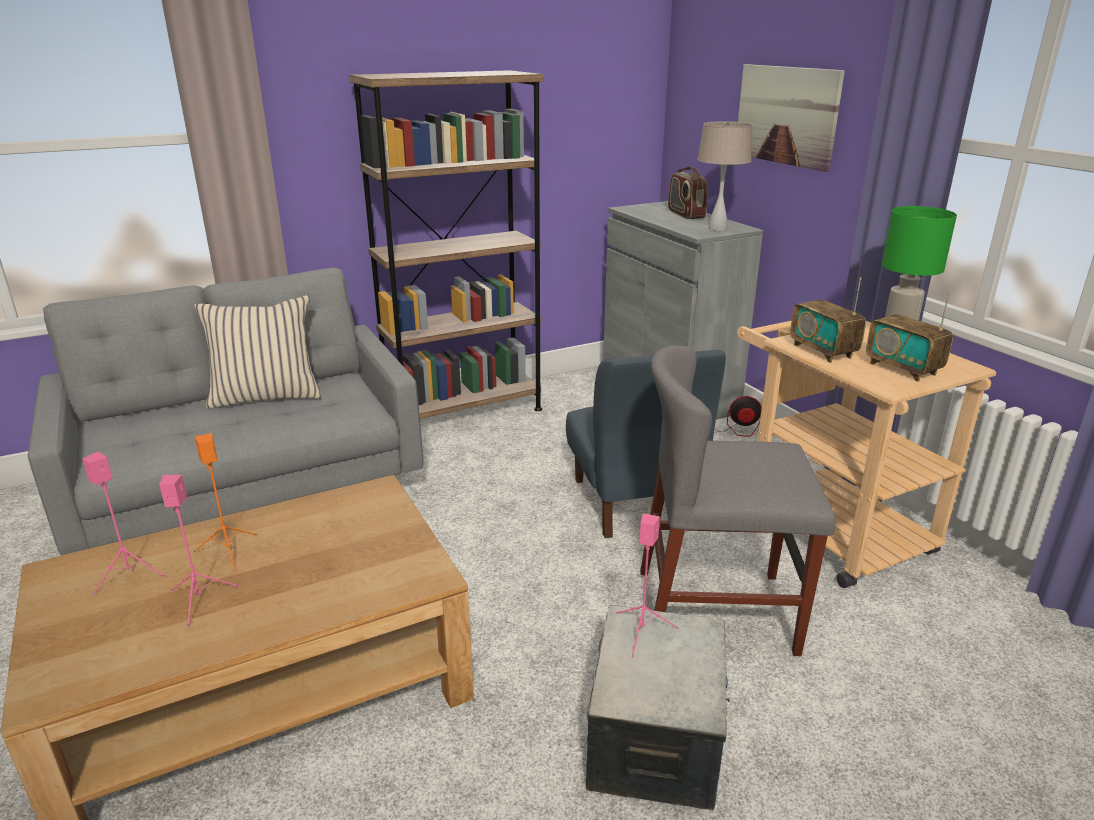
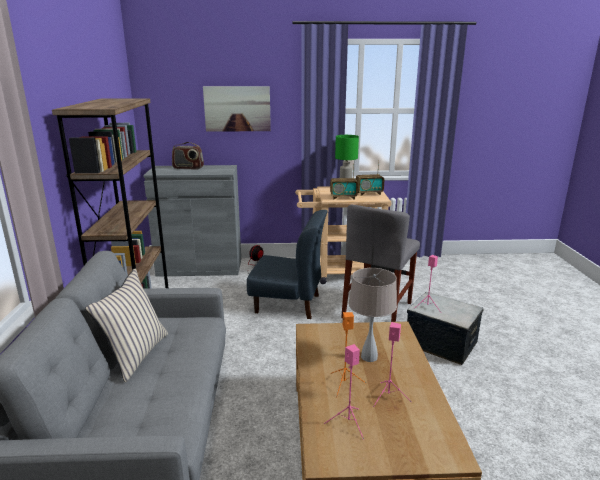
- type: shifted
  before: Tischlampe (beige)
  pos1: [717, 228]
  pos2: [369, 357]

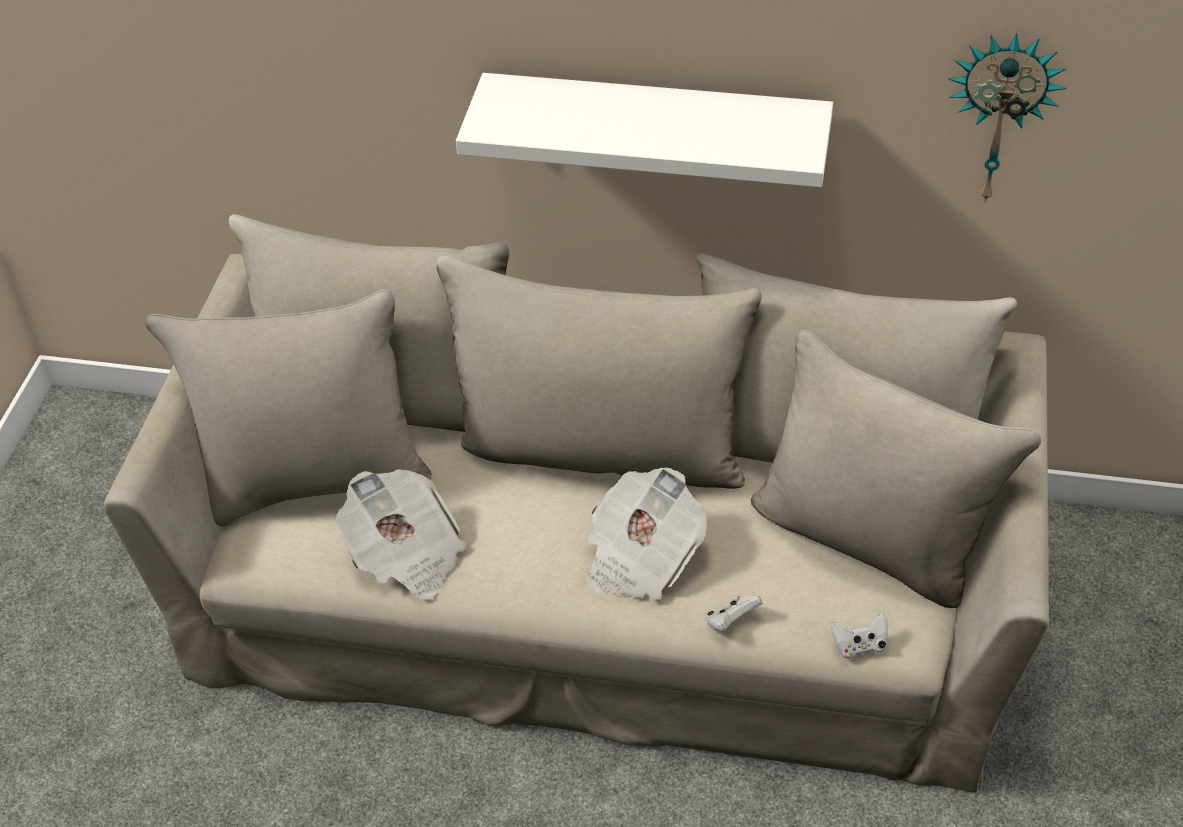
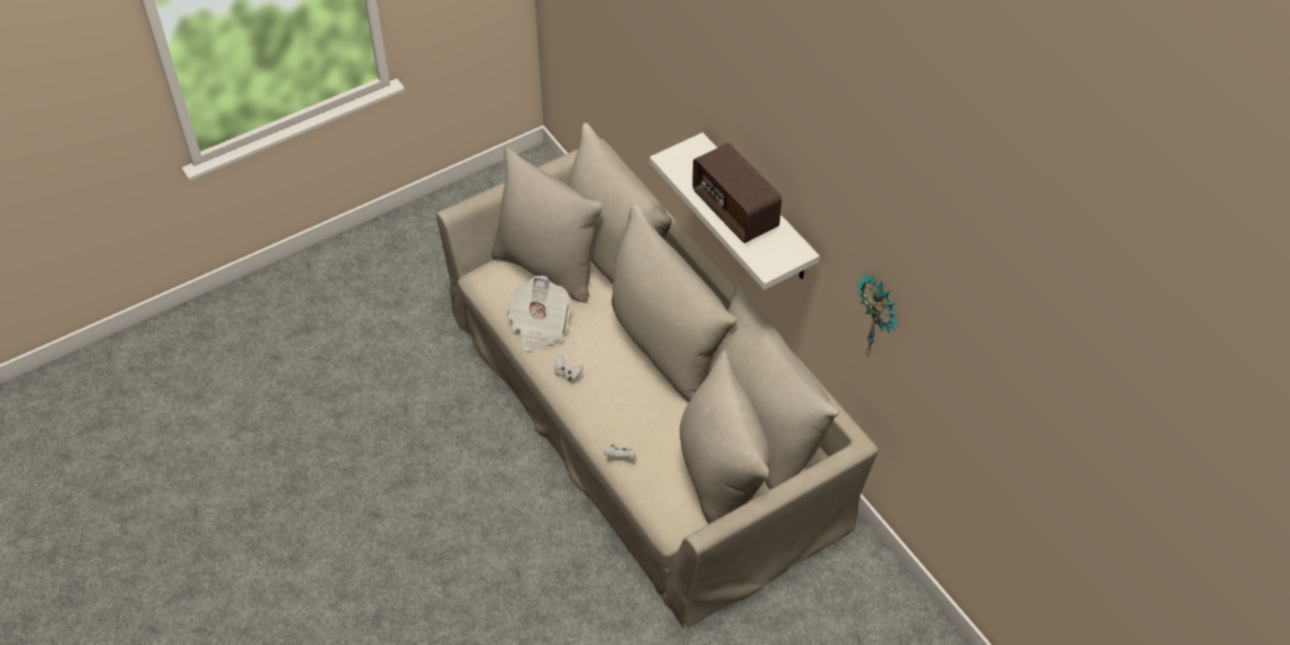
- type: gone
  before: Zeitung
  pos1: [640, 557]
- type: shifted
  before: Gamepad (weiß)
  pos1: [859, 646]
  pos2: [567, 375]
- type: new
  after: Radio
  pos2: [735, 210]

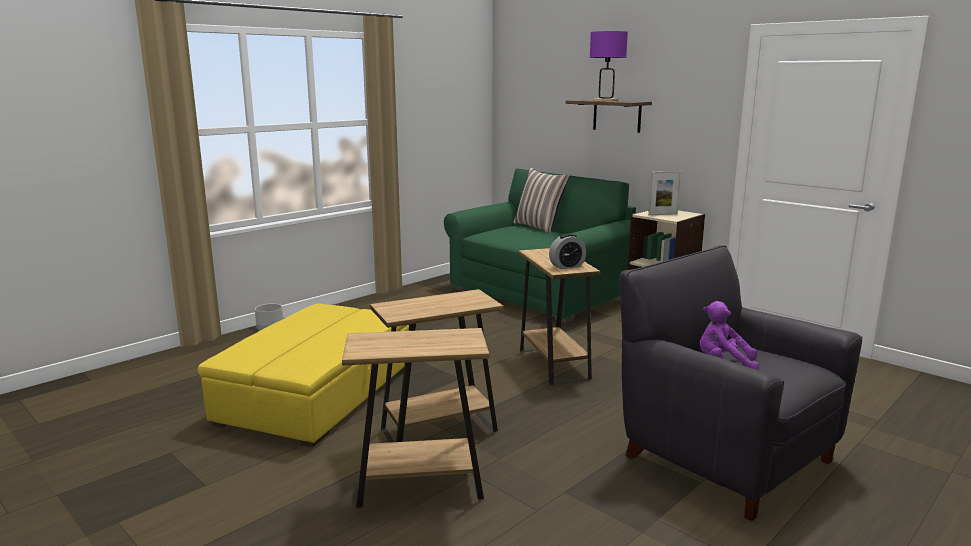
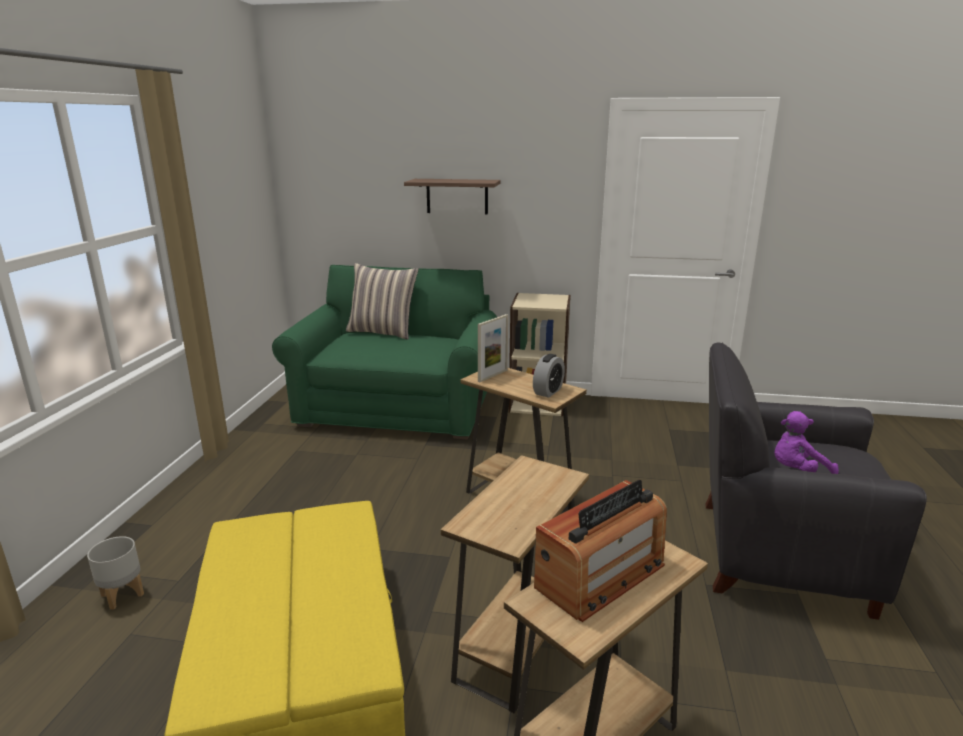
- type: gone
  before: Tischlampe (lila)
  pos1: [605, 100]
- type: shifted
  before: Bilderrahmen
  pos1: [662, 214]
  pos2: [492, 376]
- type: new
  after: Radio
  pos2: [601, 575]

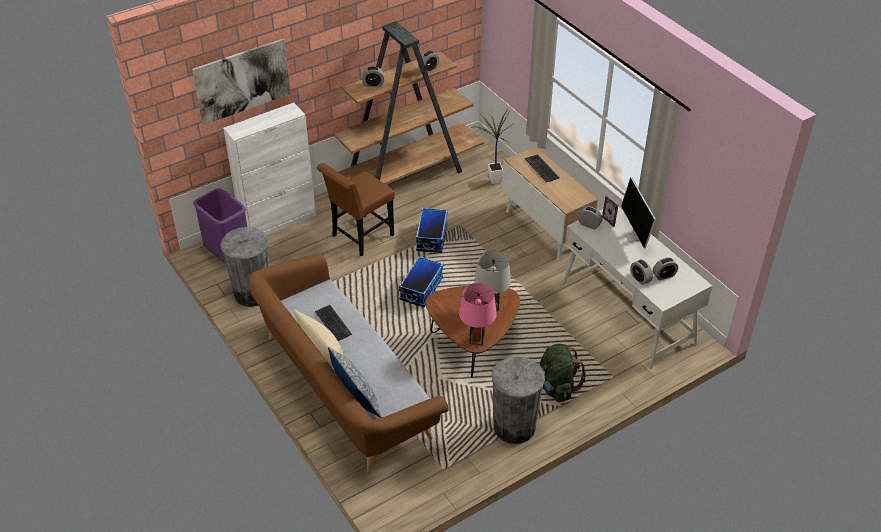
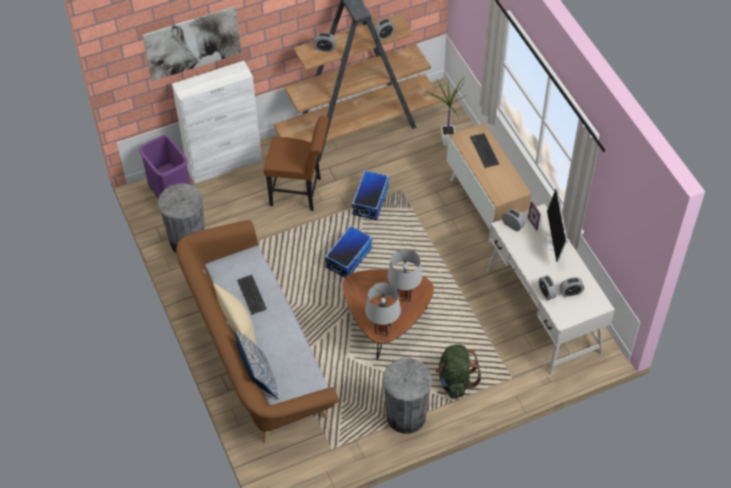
- type: rotated
  before: Stuhl (braun)
  pos1: [359, 237]
  pos2: [300, 192]
  turn: -135
- type: repainted
  before: Tischlampe (rosa)
  after: Tischlampe (grau)
  pos1: [476, 339]
  pos2: [382, 329]

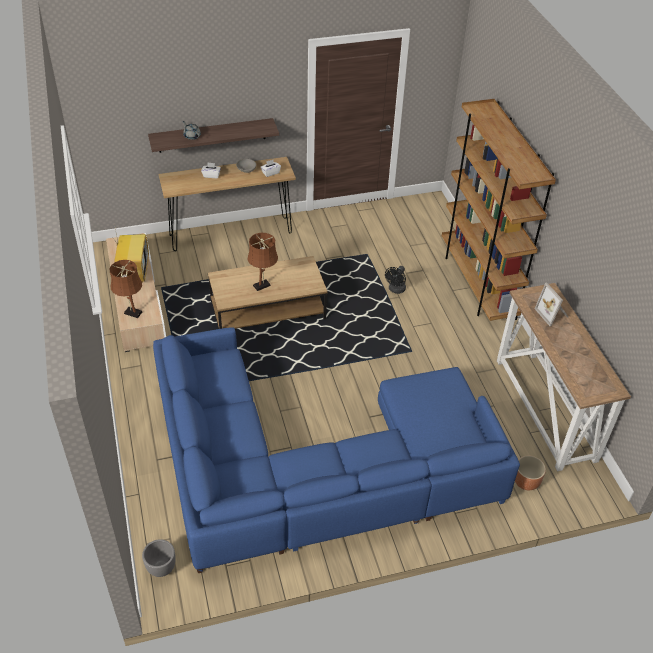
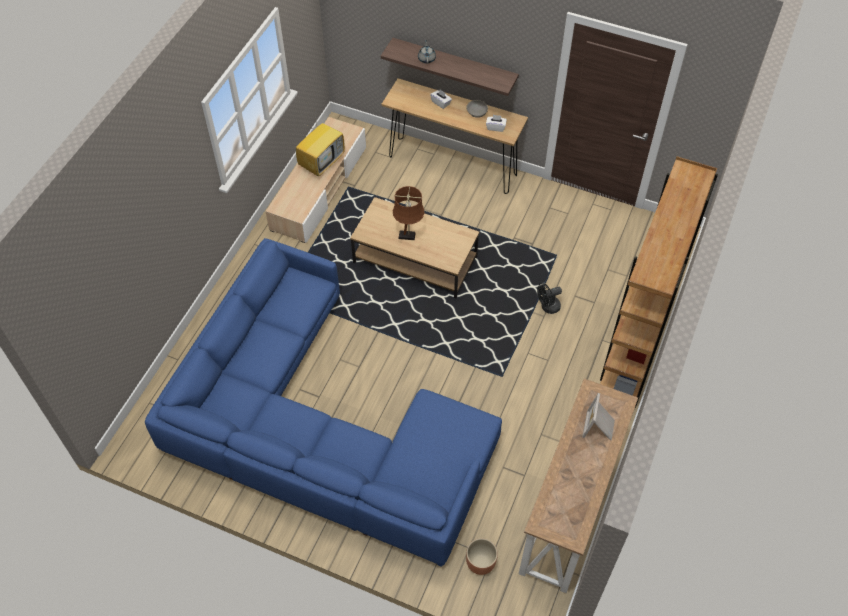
- type: gone
  before: Tischlampe (braun)
  pos1: [131, 312]
- type: gone
  before: Pflanzkübel (grau)
  pos1: [161, 568]

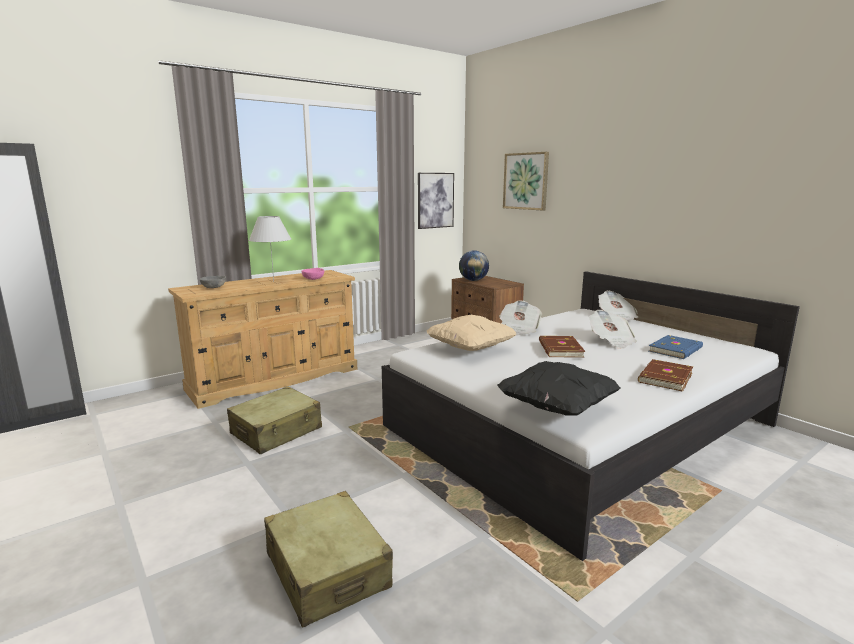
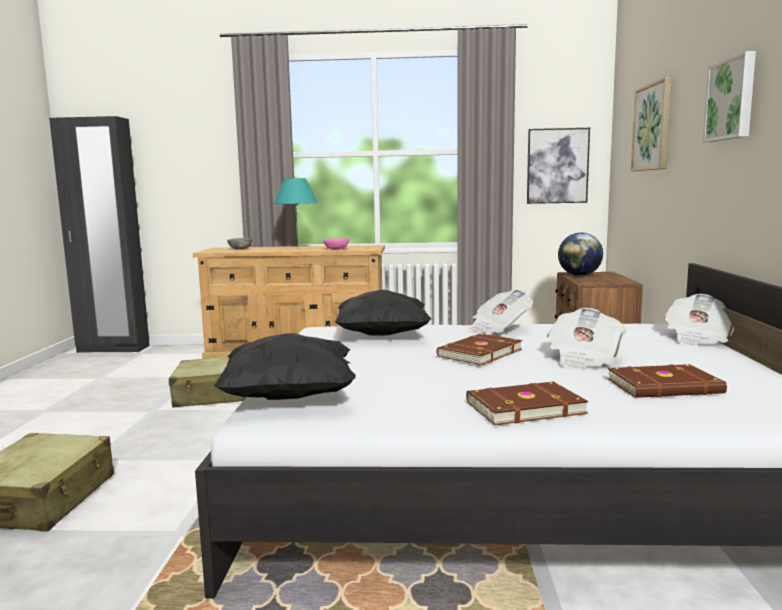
- type: repainted
  before: Tischlampe (weiß)
  after: Tischlampe (türkis)
  pos1: [273, 281]
  pos2: [297, 249]
- type: repainted
  before: Kissen (beige)
  after: Kissen (schwarz)
  pos1: [470, 349]
  pos2: [382, 335]
- type: repainted
  before: Buch (blau)
  after: Buch (braun)
  pos1: [676, 350]
  pos2: [665, 387]
- type: new
  after: Bild
  pos2: [732, 99]

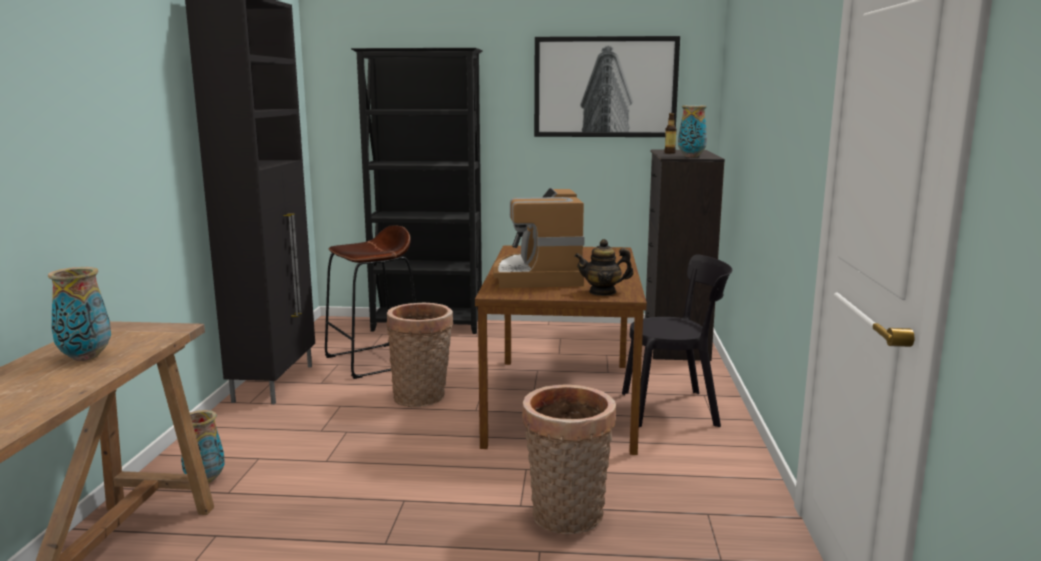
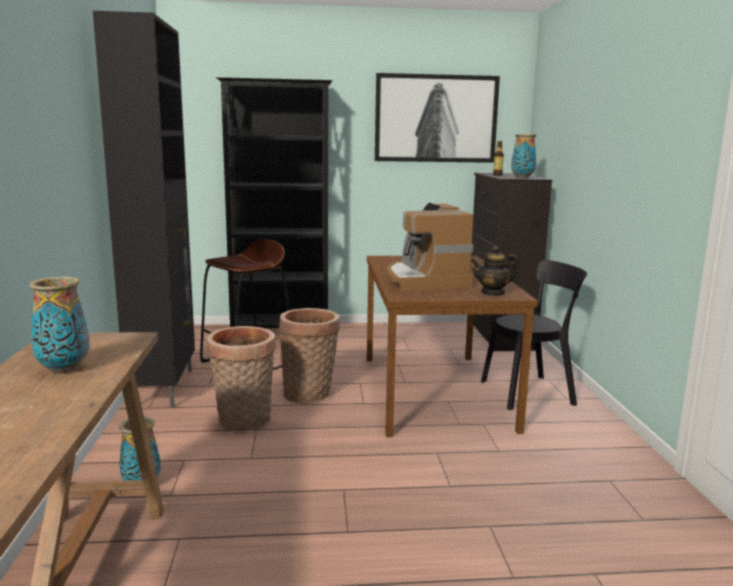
- type: shifted
  before: Korb
  pos1: [567, 518]
  pos2: [244, 422]

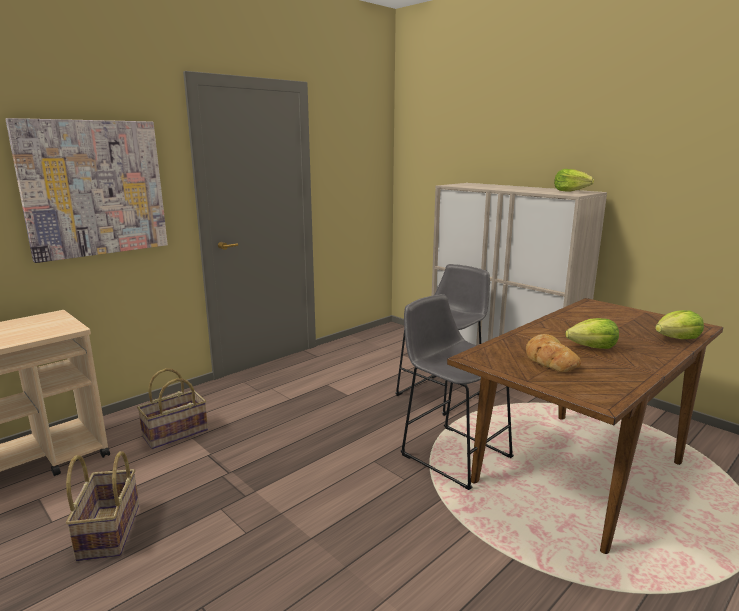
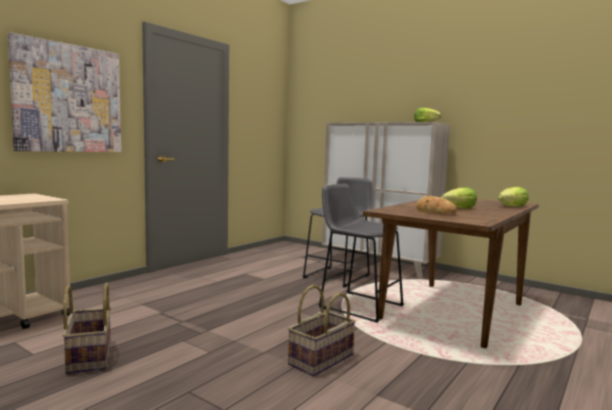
- type: shifted
  before: Korb
  pos1: [175, 434]
  pos2: [322, 360]

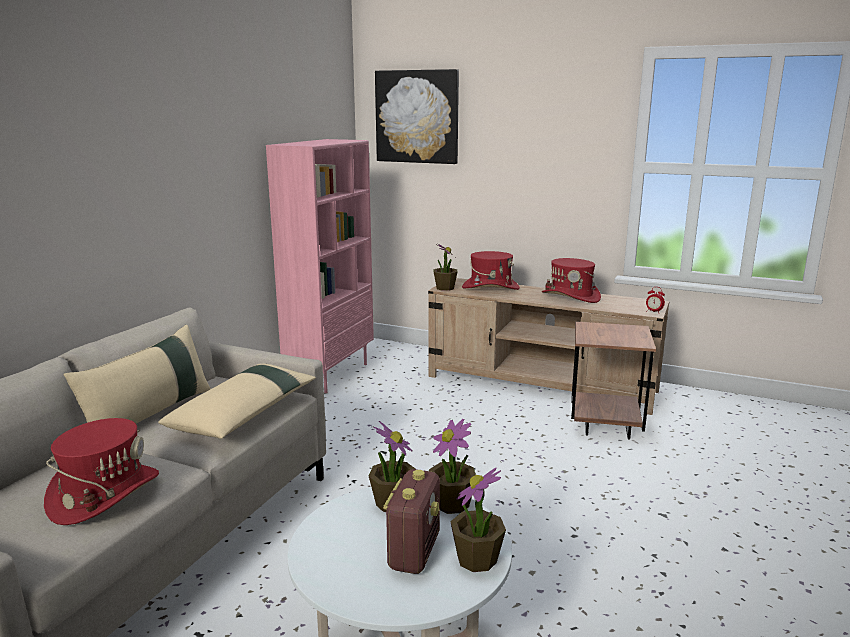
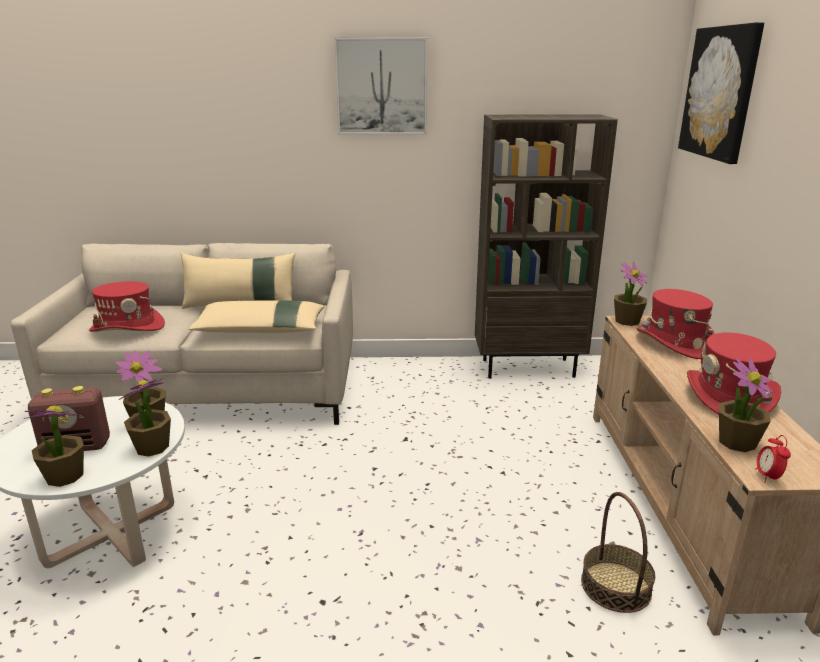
- type: repainted
  before: Bücherregal (rosa)
  after: Bücherregal (braun)
  pos1: [330, 374]
  pos2: [528, 368]
- type: swapped
  before: Beistelltisch (braun)
  after: Korb
  pos1: [605, 426]
  pos2: [616, 586]
- type: new
  after: Bild
  pos2: [381, 87]
- type: new
  after: Topfpflanze
  pos2: [736, 442]

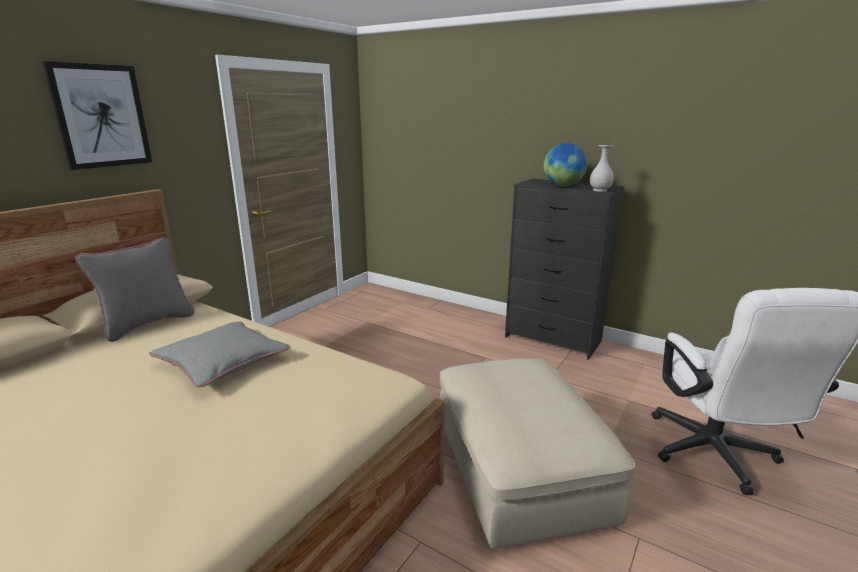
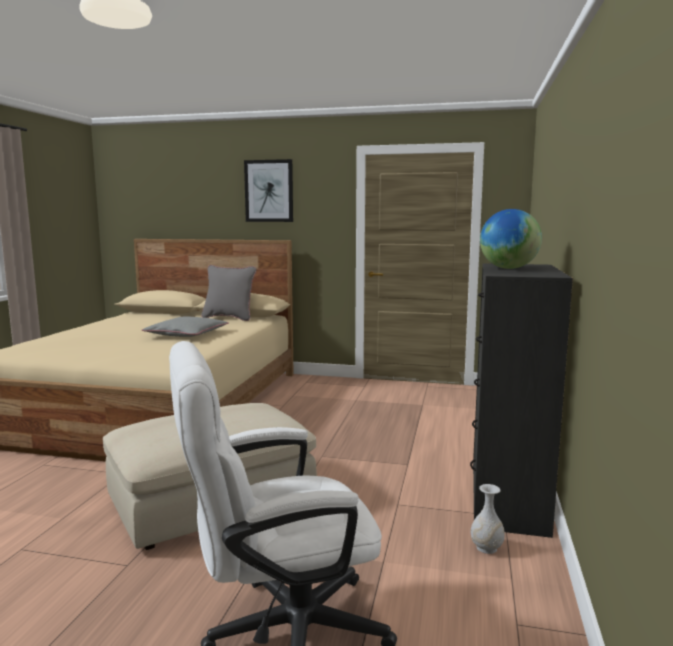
- type: shifted
  before: Vase (weiß)
  pos1: [600, 190]
  pos2: [487, 548]

